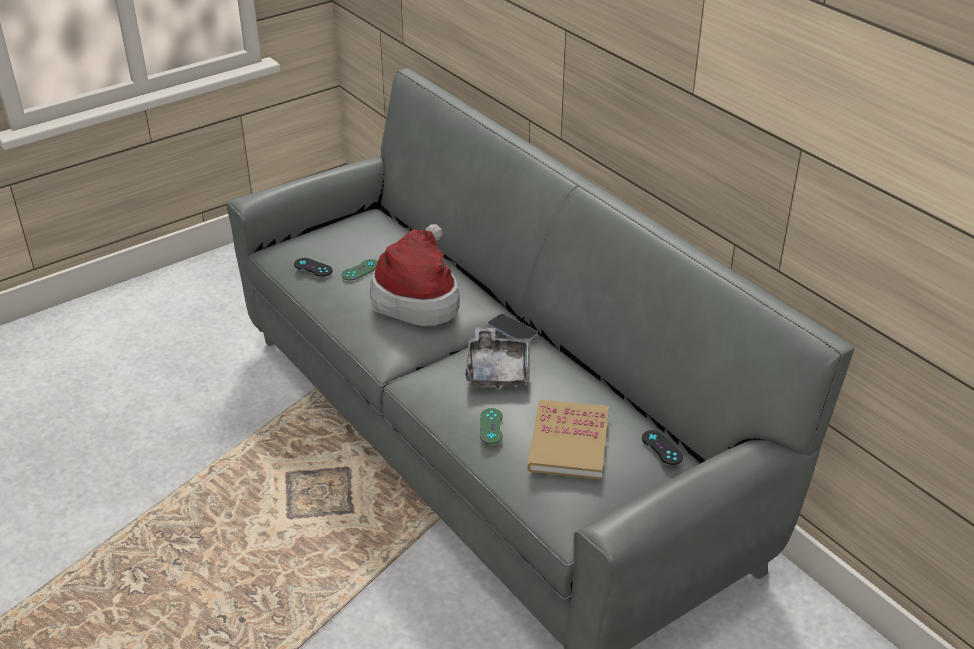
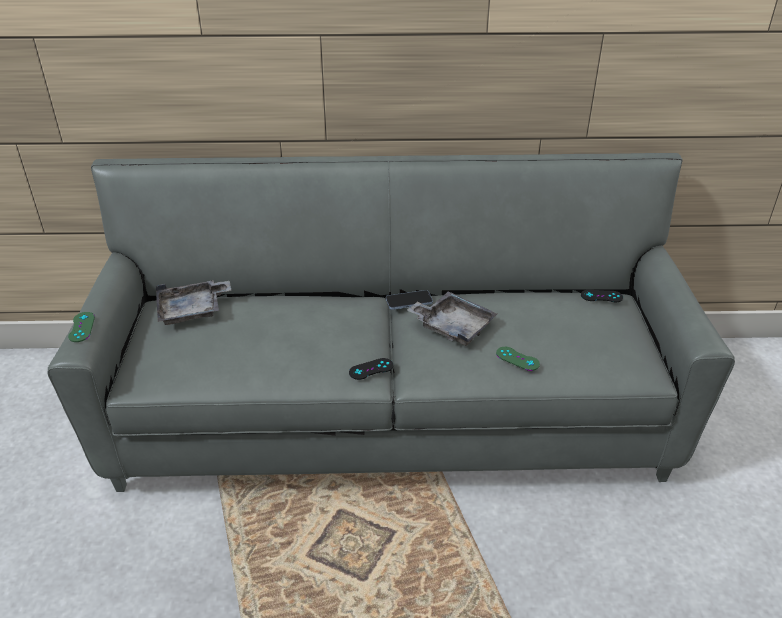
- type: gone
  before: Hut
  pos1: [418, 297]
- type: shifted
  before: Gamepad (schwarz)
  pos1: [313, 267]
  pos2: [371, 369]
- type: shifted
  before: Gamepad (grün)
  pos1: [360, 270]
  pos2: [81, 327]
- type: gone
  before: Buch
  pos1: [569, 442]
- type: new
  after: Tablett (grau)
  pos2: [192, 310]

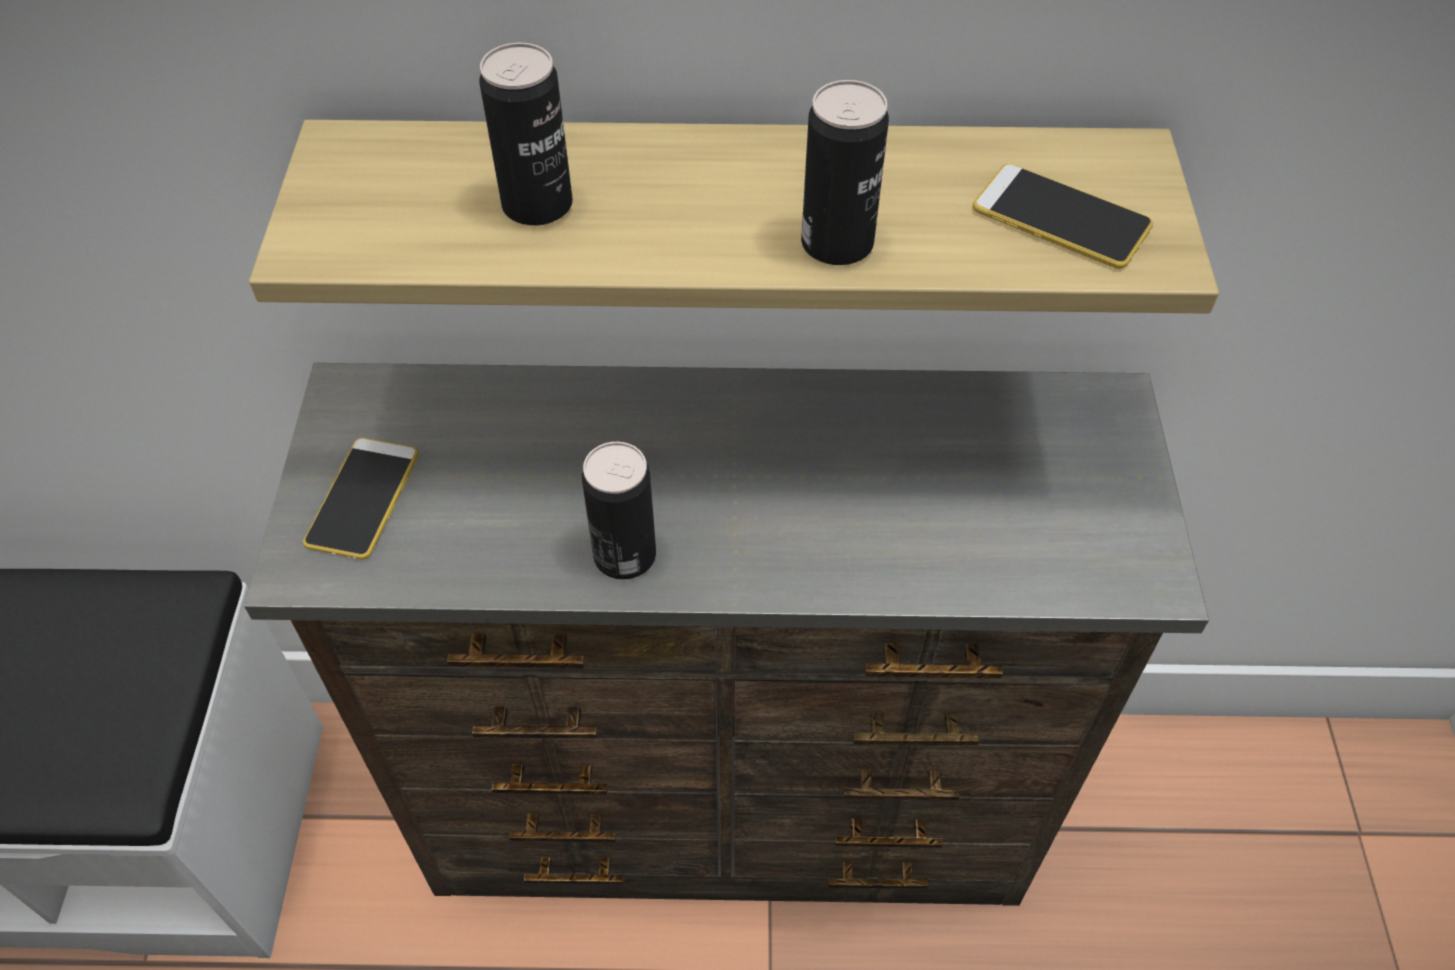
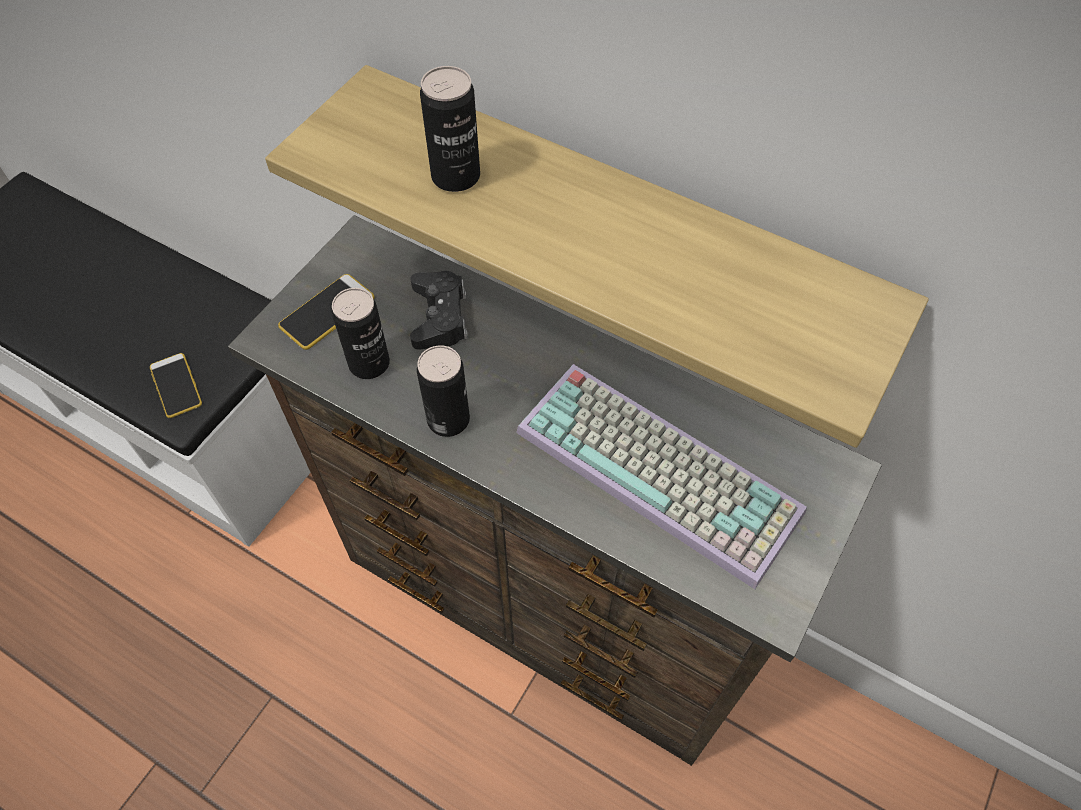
- type: shifted
  before: Dose
  pos1: [837, 243]
  pos2: [369, 363]
- type: shifted
  before: Handy
  pos1: [1061, 218]
  pos2: [176, 386]
- type: new
  after: Gamepad (schwarz)
  pos2: [439, 316]
- type: new
  after: Tastatur
  pos2: [663, 469]

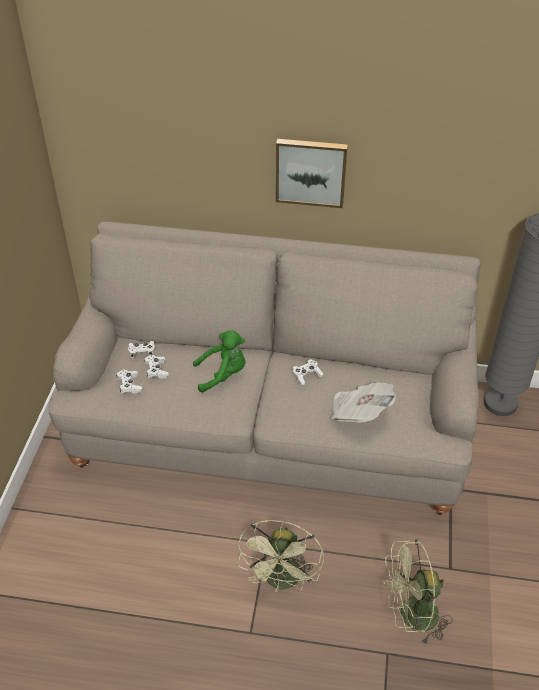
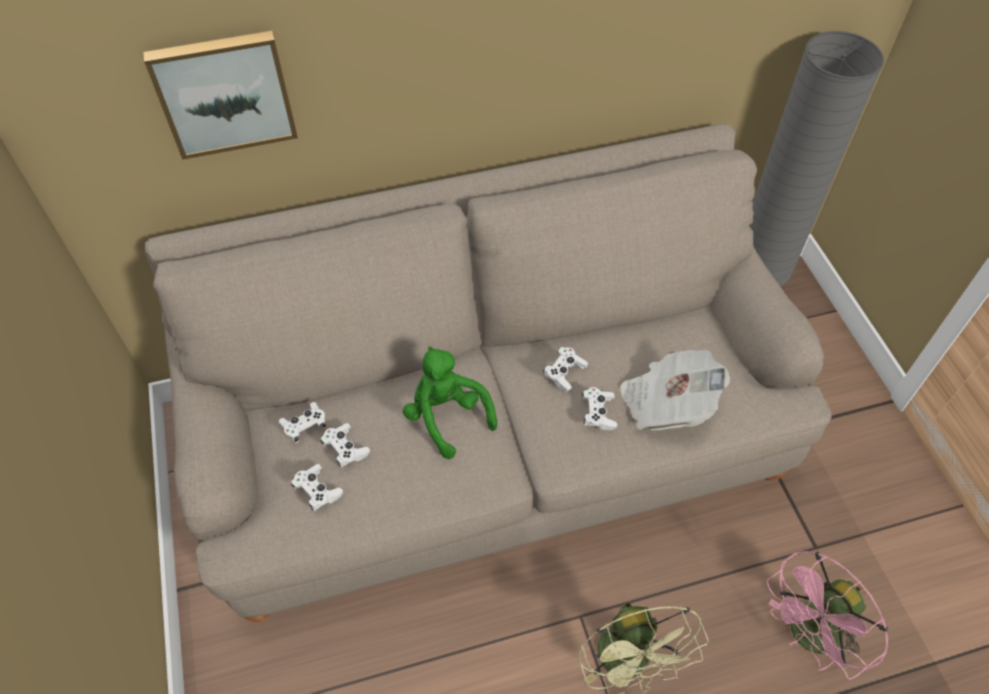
- type: shifted
  before: Bild
  pos1: [311, 171]
  pos2: [224, 93]
- type: rotated
  before: Plüschtier (grün)
  pos1: [223, 374]
  pos2: [447, 417]
  turn: -90
- type: repainted
  before: Ventilator (grün)
  after: Ventilator (rosa)
  pos1: [410, 617]
  pos2: [808, 637]
- type: new
  after: Gamepad (weiß)
  pos2: [598, 413]

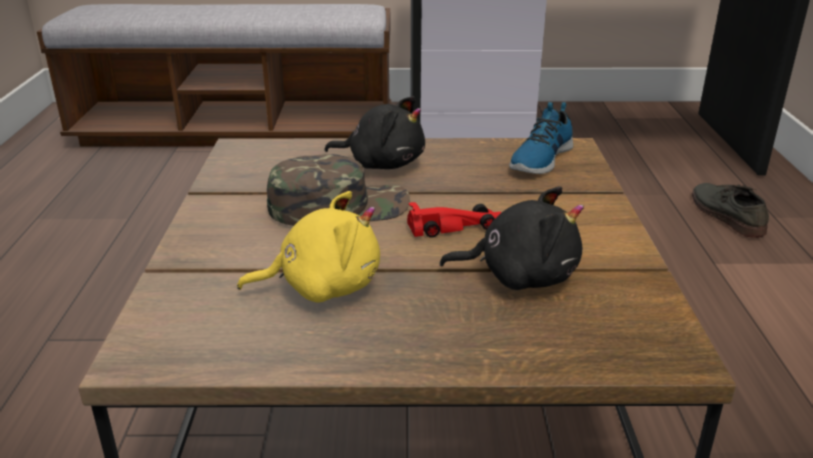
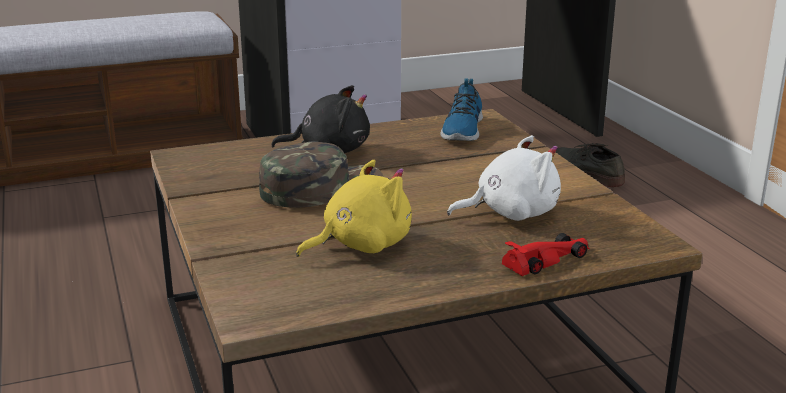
- type: repainted
  before: Plüschtier (schwarz)
  after: Plüschtier (weiß)
  pos1: [520, 276]
  pos2: [510, 213]
- type: shifted
  before: Spielzeugauto (rot)
  pos1: [456, 226]
  pos2: [548, 259]

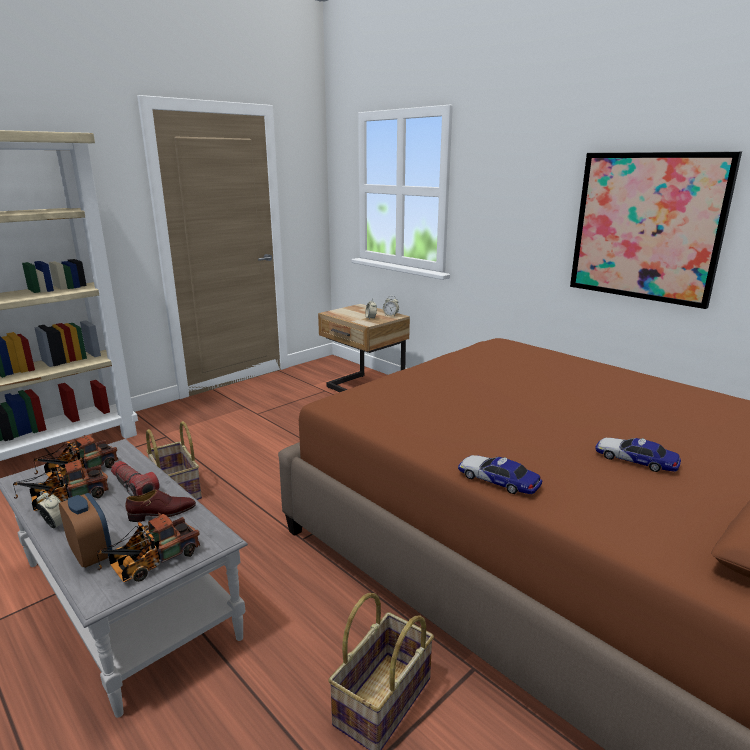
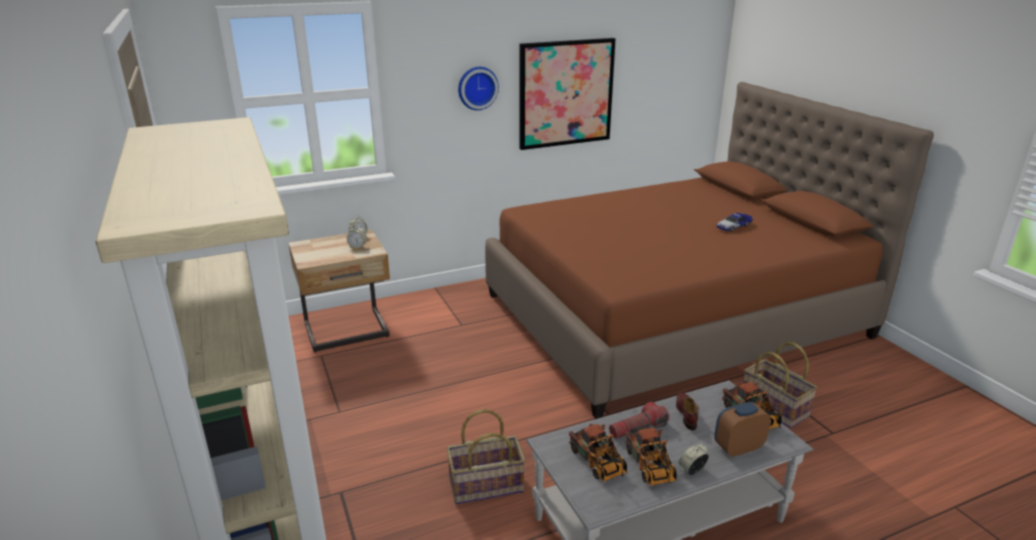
- type: gone
  before: Spielzeugauto
  pos1: [498, 480]
- type: new
  after: Wanduhr
  pos2: [477, 87]

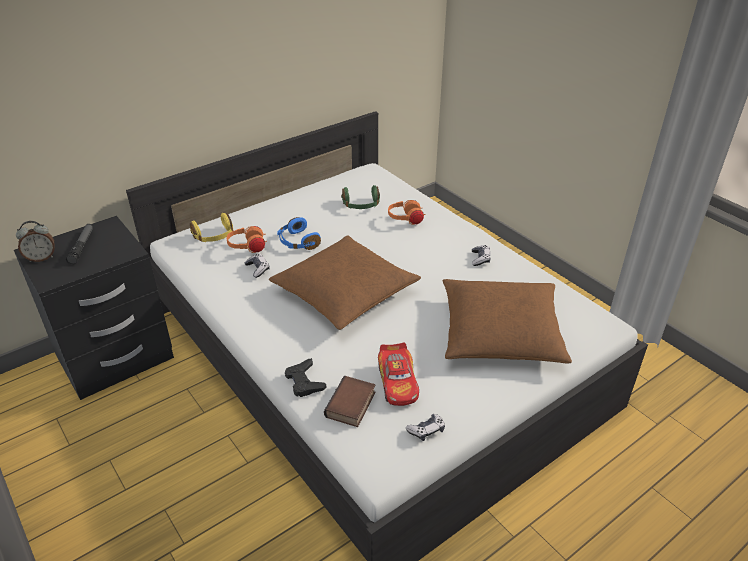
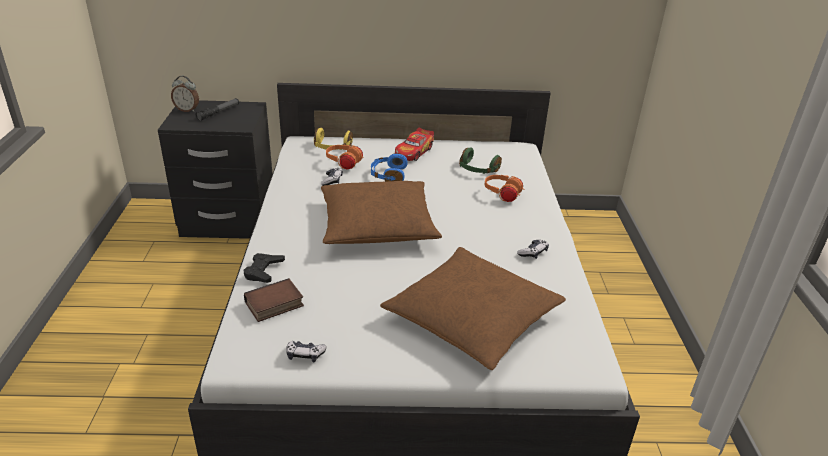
- type: shifted
  before: Spielzeugauto
  pos1: [398, 382]
  pos2: [414, 152]

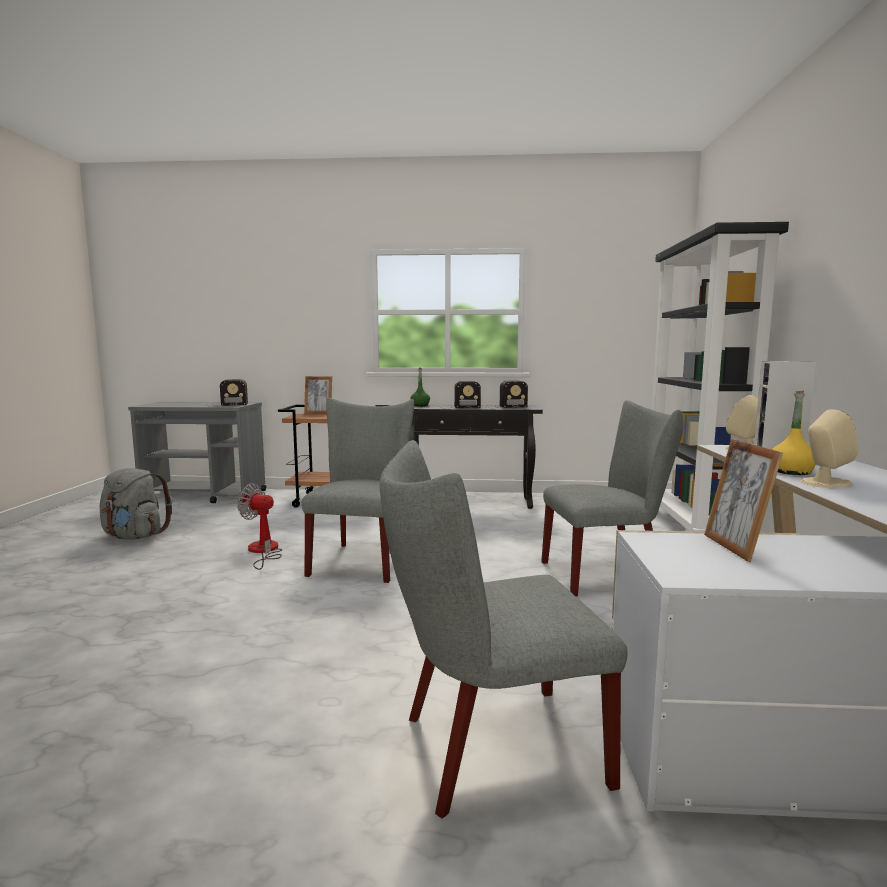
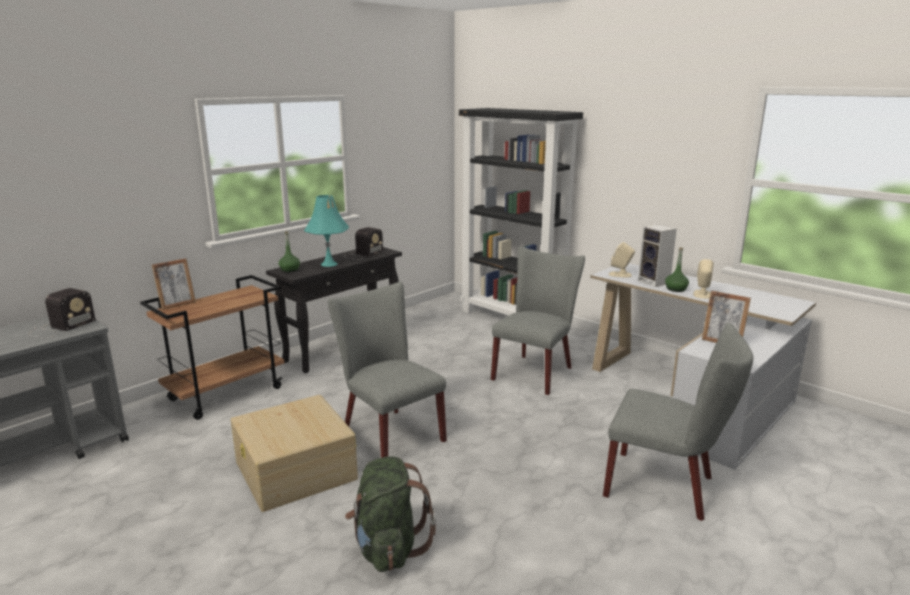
- type: swapped
  before: Radio
  after: Tischlampe (türkis)
  pos1: [457, 407]
  pos2: [329, 264]
- type: repainted
  before: Flasche (gelb)
  after: Flasche (grün)
  pos1: [791, 472]
  pos2: [675, 289]
- type: rotated
  before: Stuhl (grau)
  pos1: [490, 750]
  pos2: [666, 487]
  turn: -90
- type: gone
  before: Rucksack (grau)
  pos1: [134, 536]
- type: swapped
  before: Ventilator
  after: Aufbewahrungsbox (beige)
  pos1: [263, 551]
  pos2: [295, 470]
- type: new
  after: Rucksack (grün)
  pos2: [388, 548]

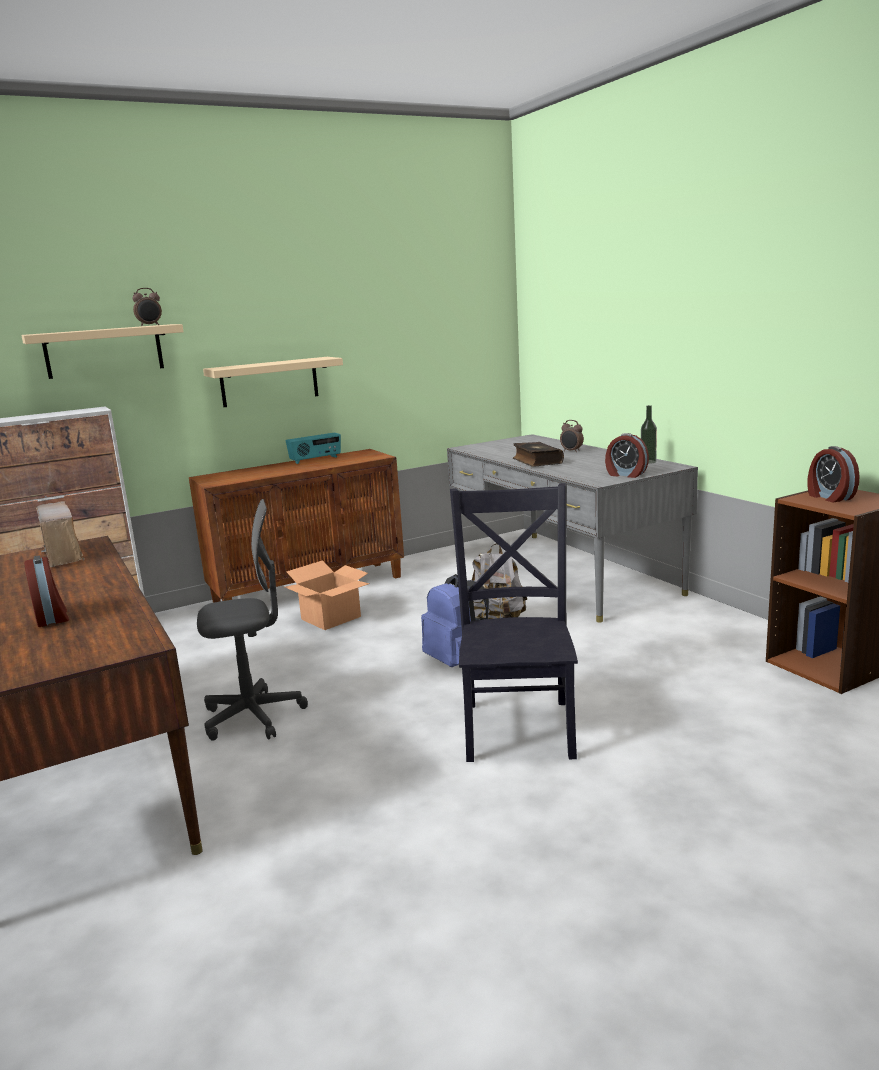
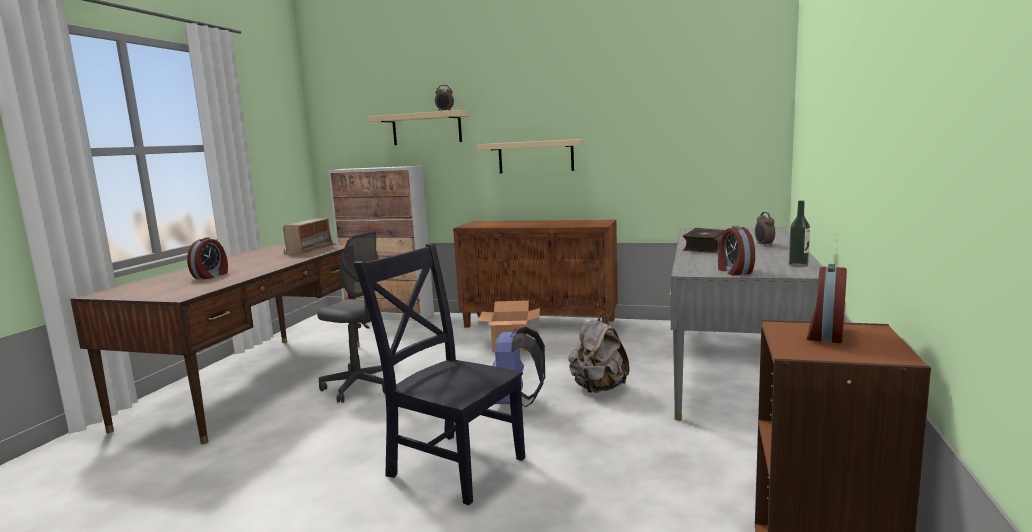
- type: gone
  before: Radio
  pos1: [316, 460]
- type: rotated
  before: Stuhl (schwarz)
  pos1: [519, 725]
  pos2: [452, 464]
  turn: -105

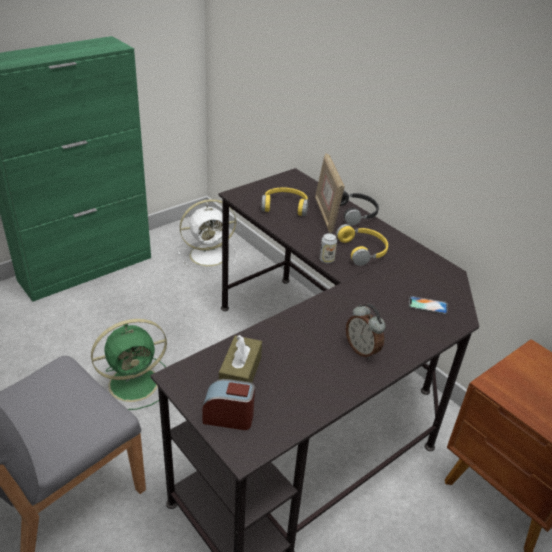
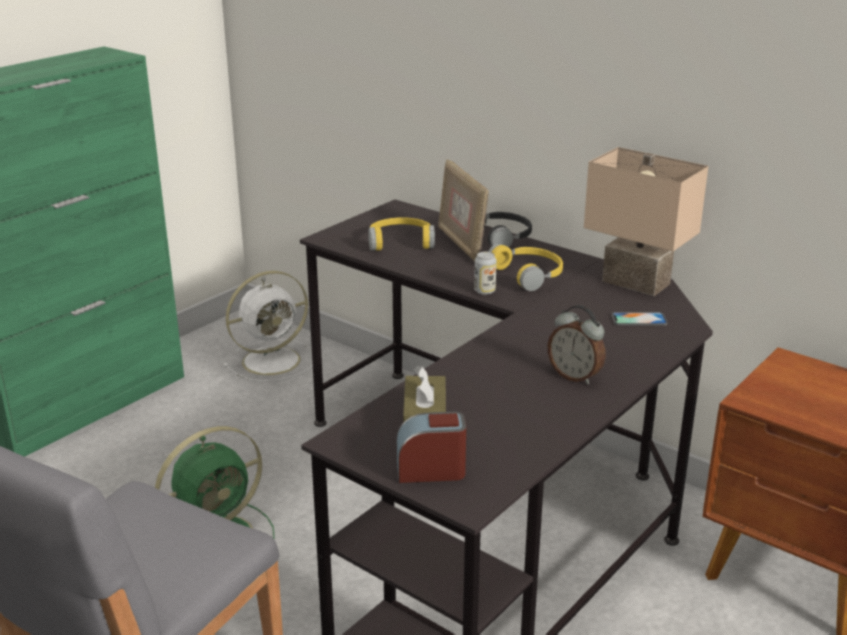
- type: new
  after: Tischlampe (beige)
  pos2: [638, 282]

